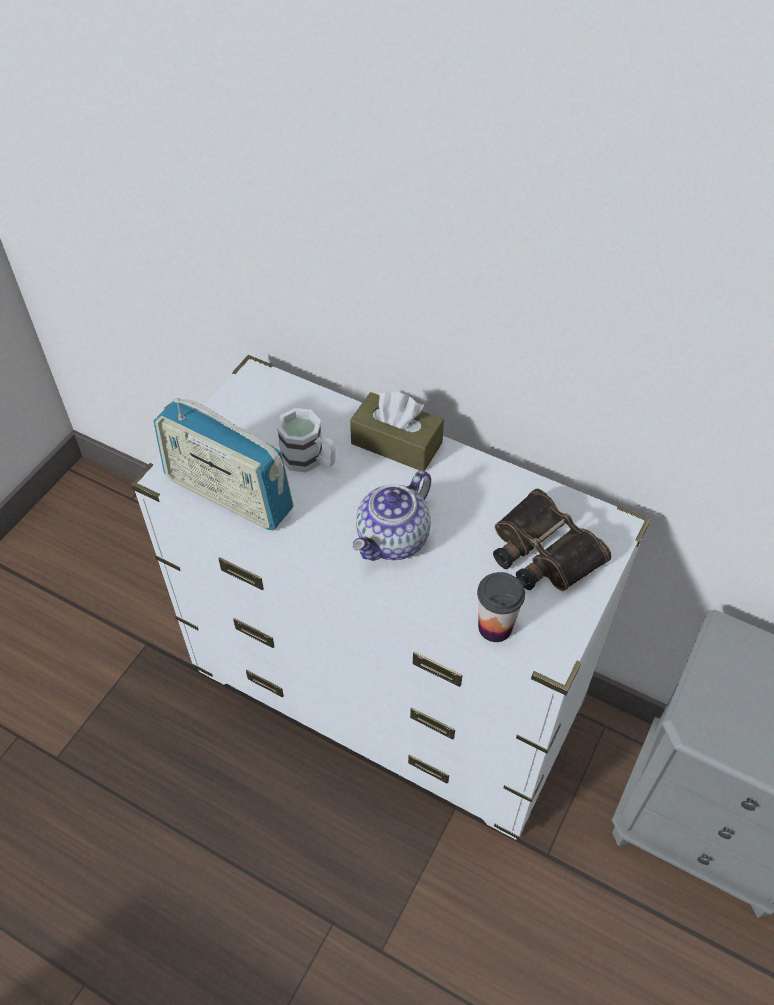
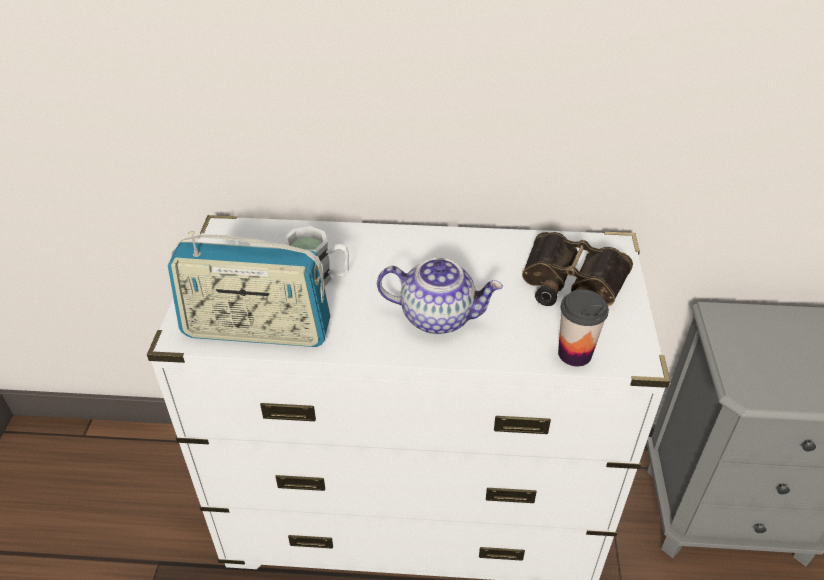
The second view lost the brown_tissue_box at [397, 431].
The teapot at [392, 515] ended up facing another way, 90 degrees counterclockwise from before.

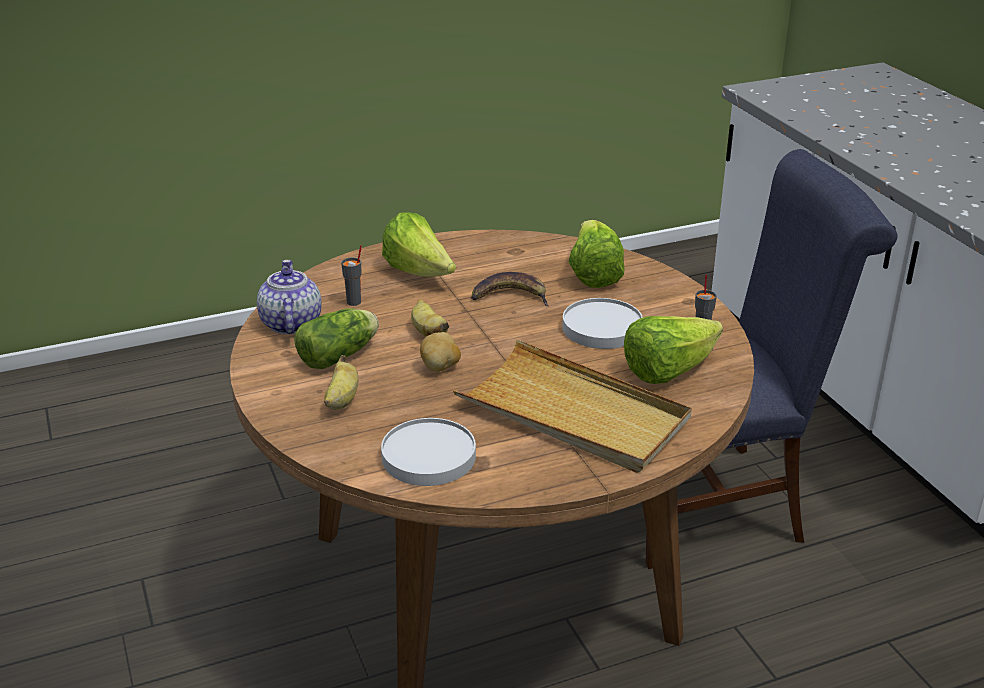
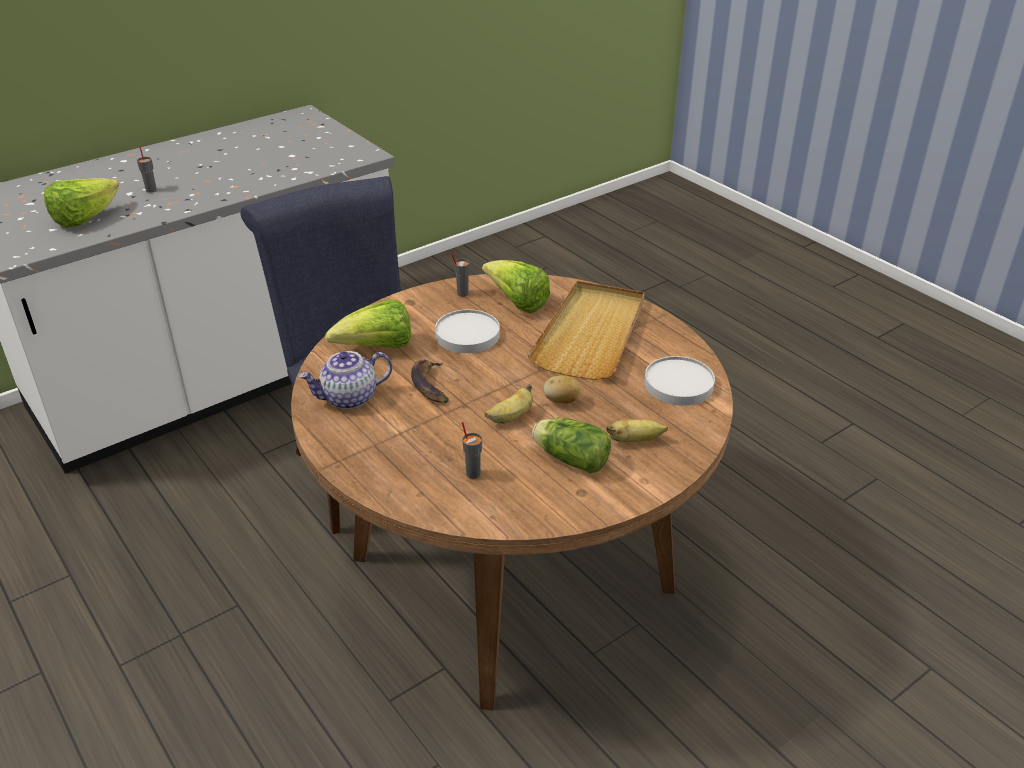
The lettuce ended up elsewhere, having gone from [419, 244] to [81, 203].
The teapot ended up elsewhere, having gone from [289, 297] to [345, 380].
The second view gained the grey_cup at [147, 169].

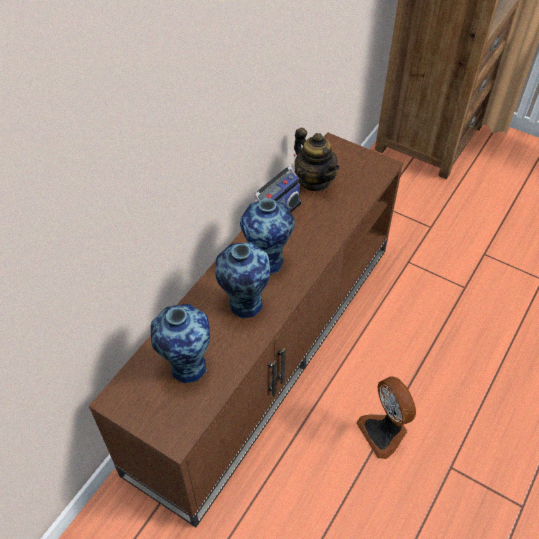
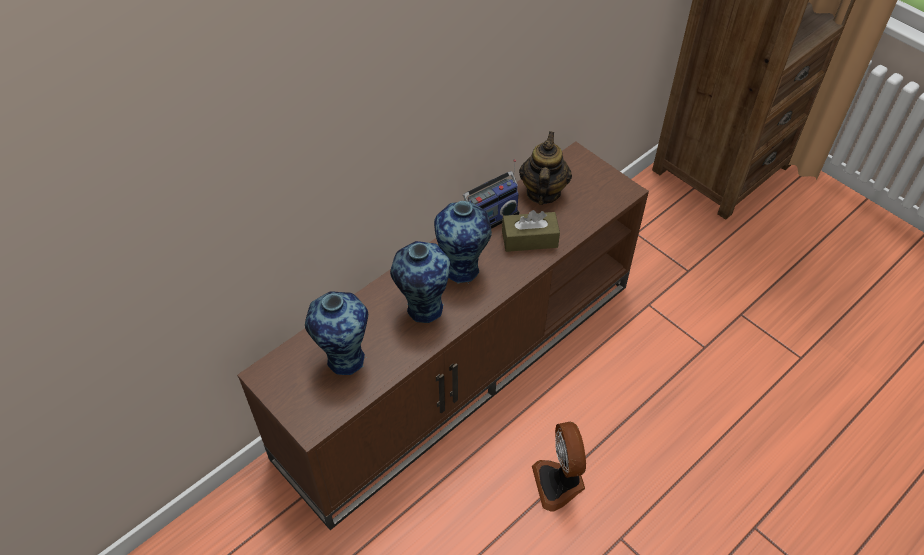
The teapot at [317, 159] ended up facing another way, 150 degrees counterclockwise from before.
The second view gained the brown_tissue_box at [531, 231].

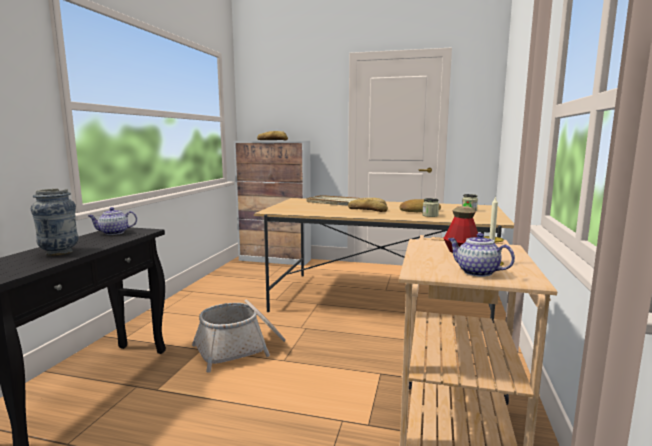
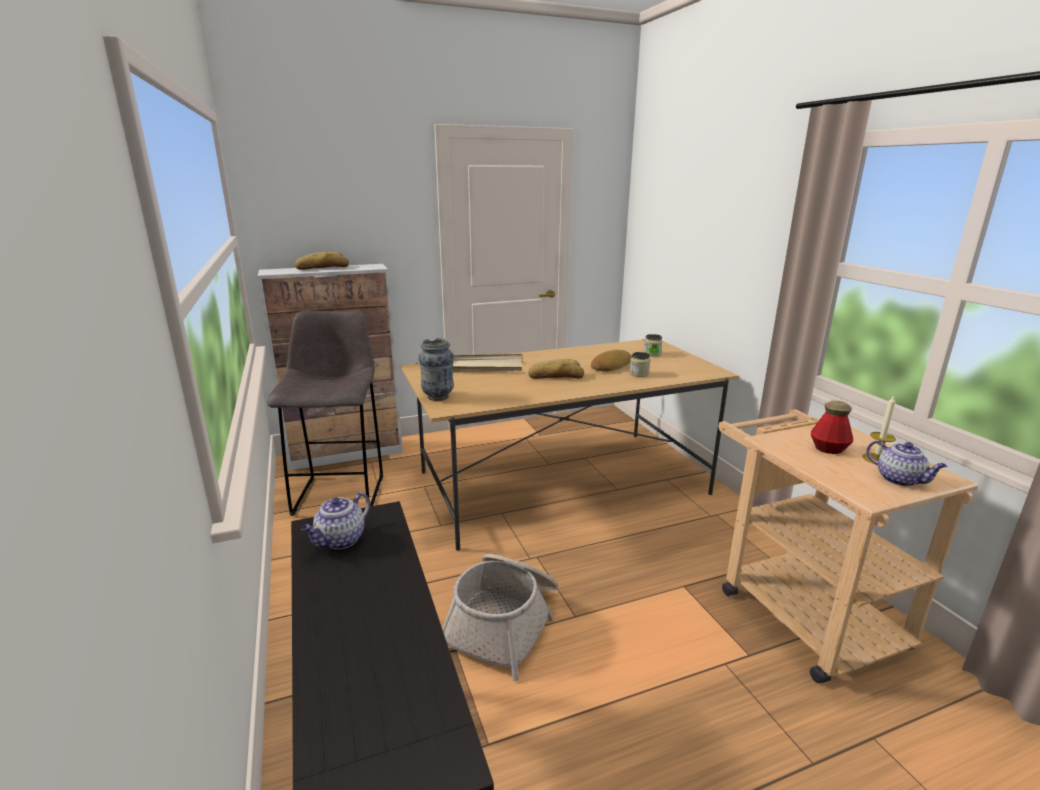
The vase ended up elsewhere, having gone from [54, 222] to [436, 369].
The teapot at [481, 255] ended up facing another way, 135 degrees counterclockwise from before.
The second view gained the grey_stool at [325, 413].

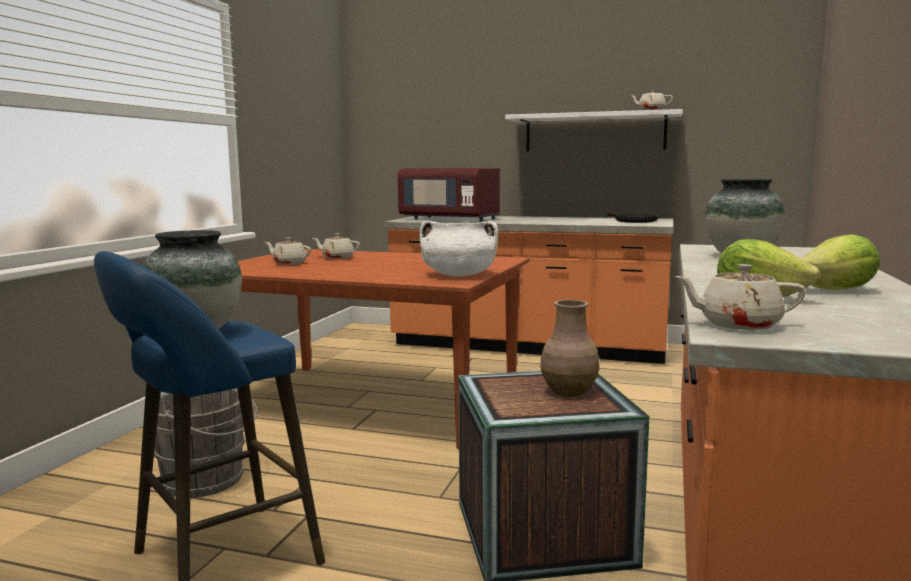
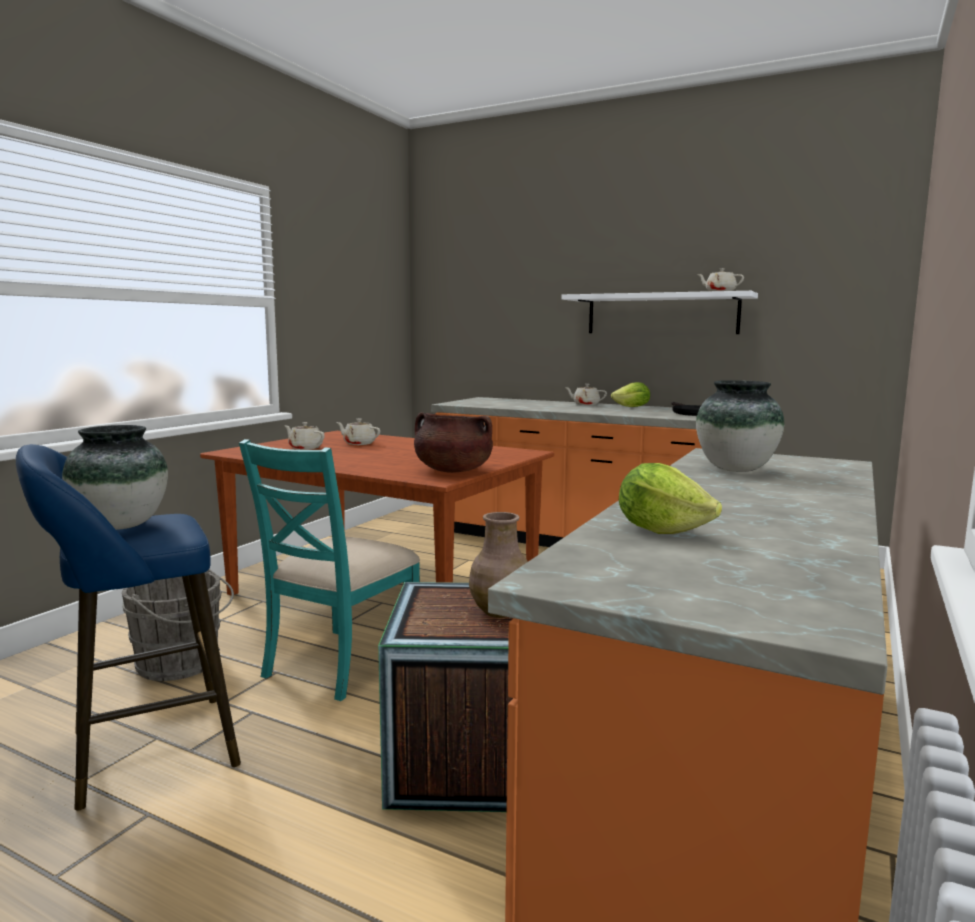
The second view lost the red_microwave at [449, 194].
What was the white_cooking_pot at [458, 248] turned into the brown_cooking_pot at [453, 442].
The lettuce ended up elsewhere, having gone from [840, 262] to [630, 394].
The beige_teapot ended up elsewhere, having gone from [740, 297] to [586, 394].
The second view gained the turquoise_chair at [329, 570].

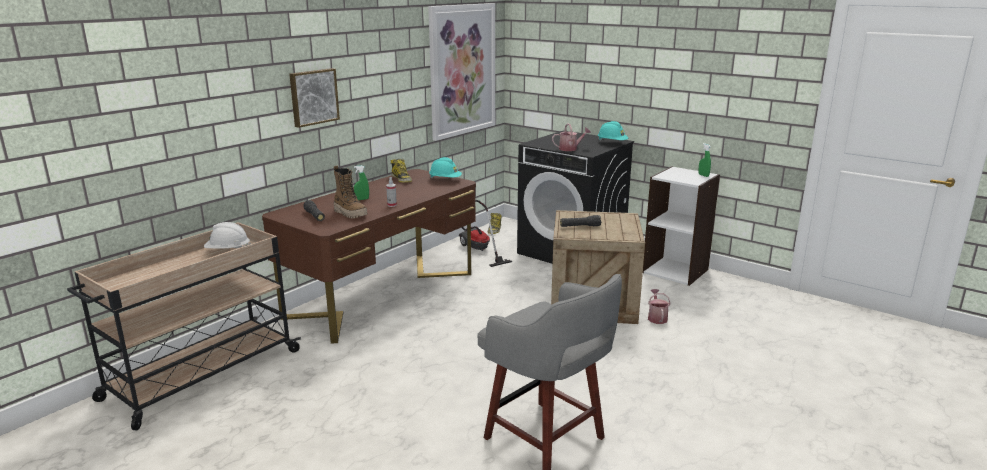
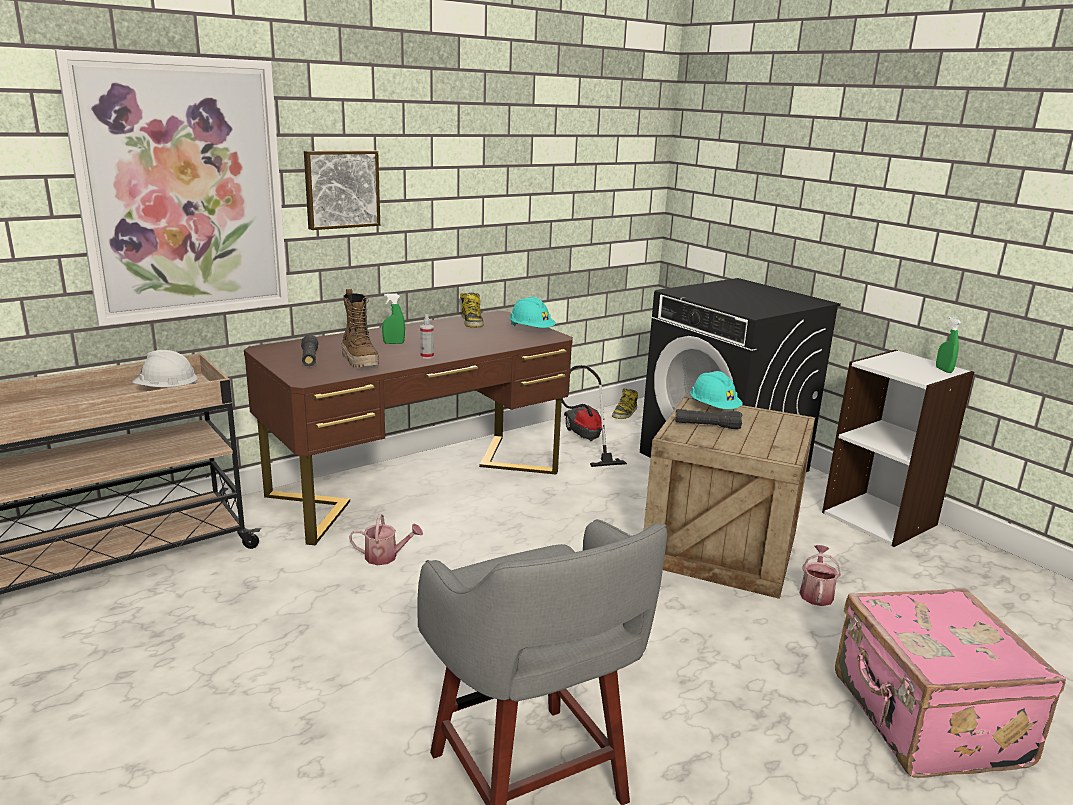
The picture ended up elsewhere, having gone from [461, 72] to [171, 188].
The turquoise_hard_hat ended up elsewhere, having gone from [613, 131] to [716, 390].
The watering_can ended up elsewhere, having gone from [571, 137] to [386, 539].
The second view gained the pink_suitcase at [950, 683].

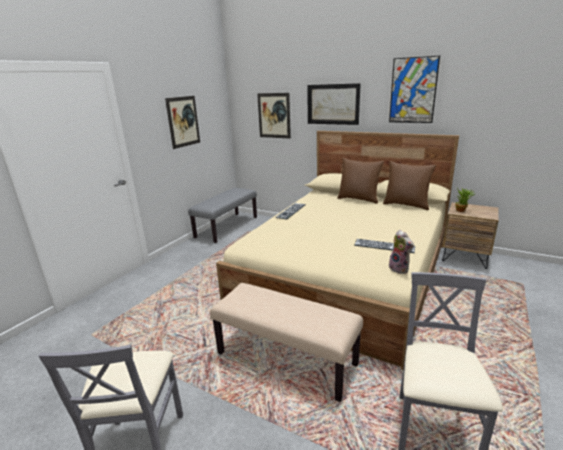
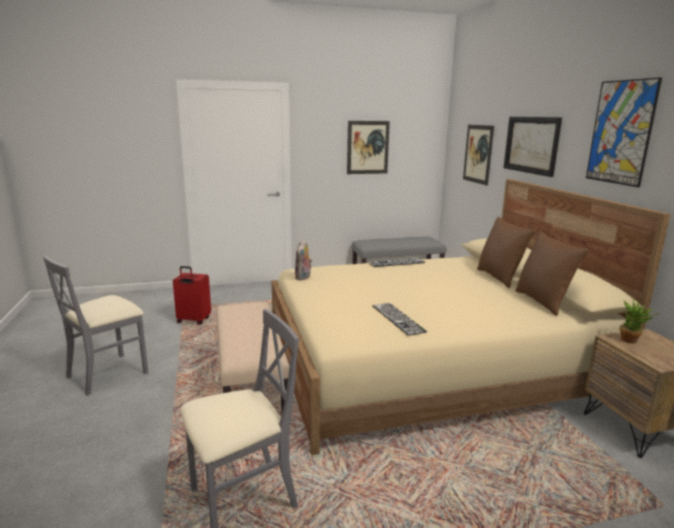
The plush_toy ended up elsewhere, having gone from [400, 252] to [303, 259].
The second view gained the red_suitcase at [192, 295].

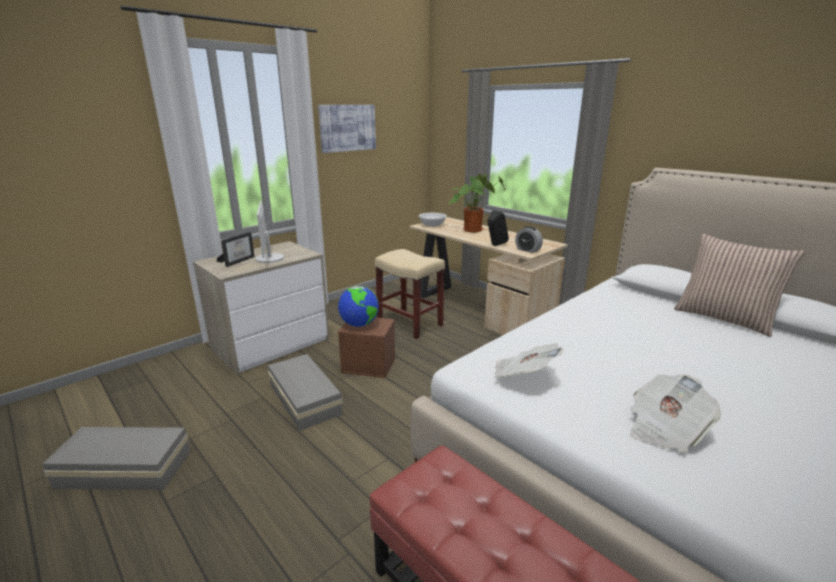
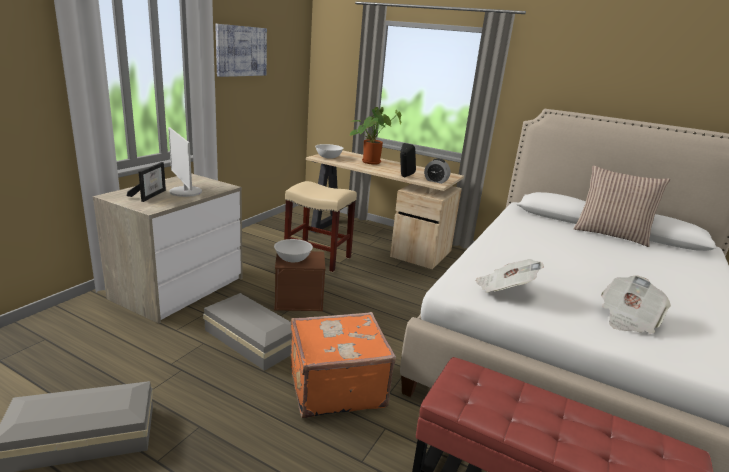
Where the globe stood at [358, 306], the white_bowl came to stand at [293, 250].
The second view gained the orange_suitcase at [343, 365].

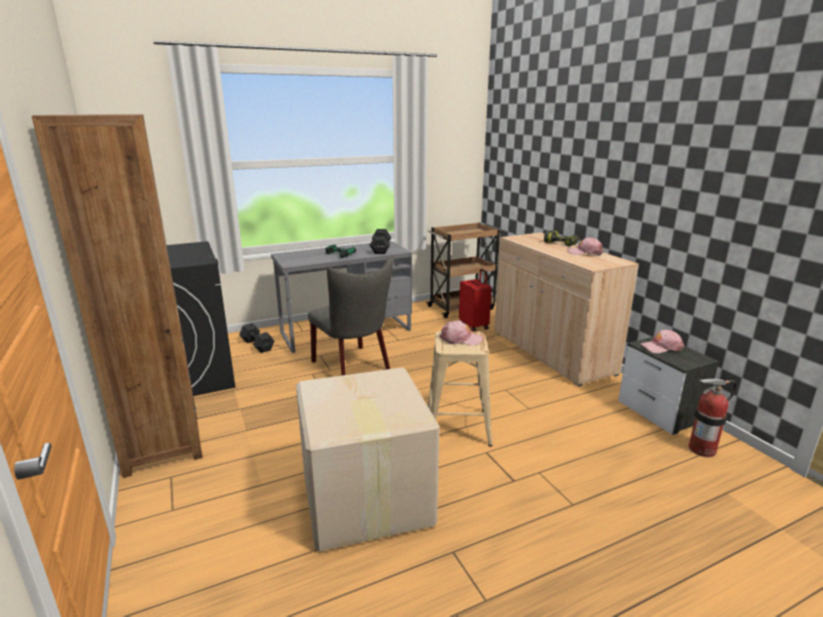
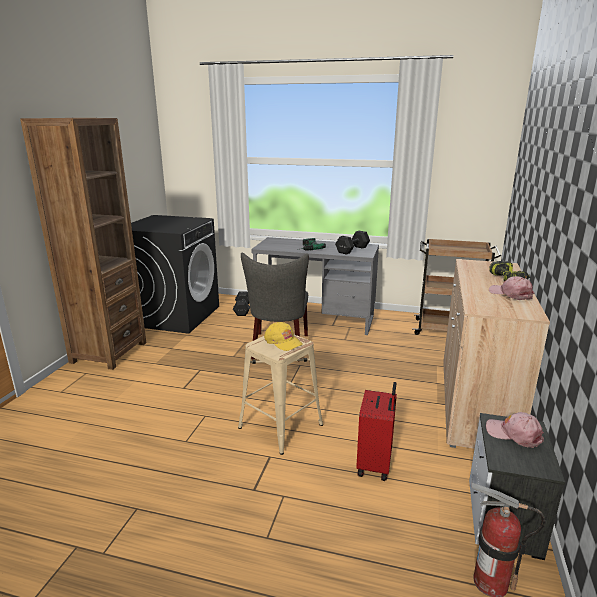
The red_suitcase ended up elsewhere, having gone from [475, 300] to [376, 431].
What was the pink_cap at [461, 333] turned into the yellow_cap at [283, 336].
The second view lost the cardboard_box at [367, 459].

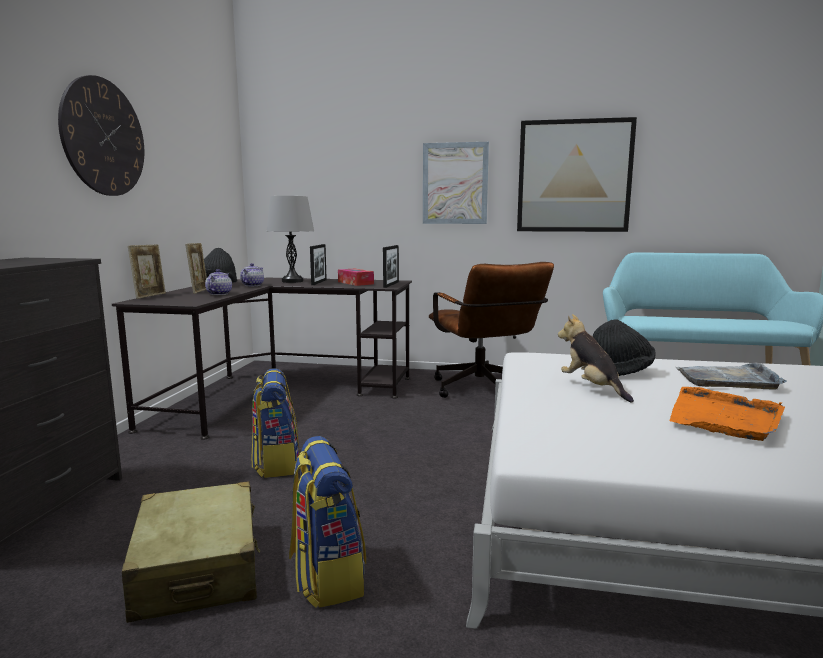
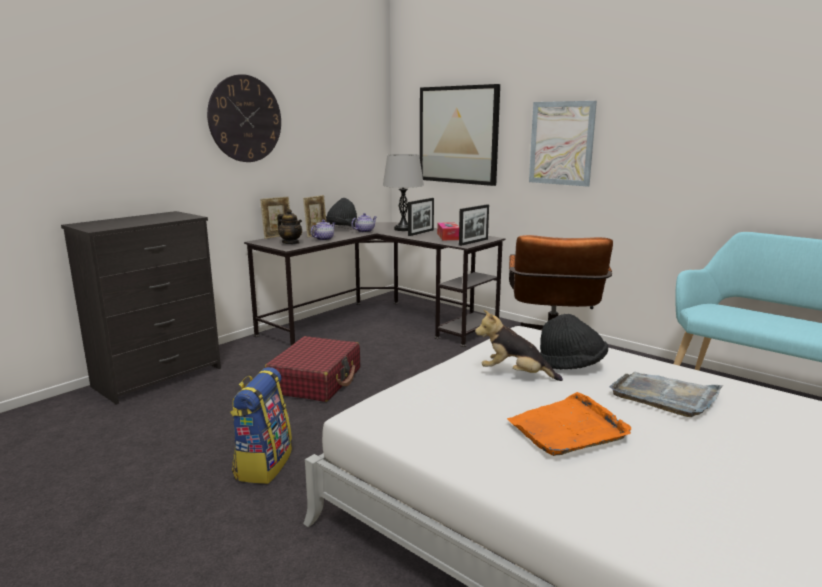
The picture ended up elsewhere, having gone from [577, 174] to [460, 135].
The plush_toy at [596, 358] ended up facing another way, 75 degrees counterclockwise from before.
Where the backpack stood at [275, 423], the red_suitcase came to stand at [312, 369].
The second view lost the beige_suitcase at [191, 552].
The second view gained the teapot at [289, 226].

